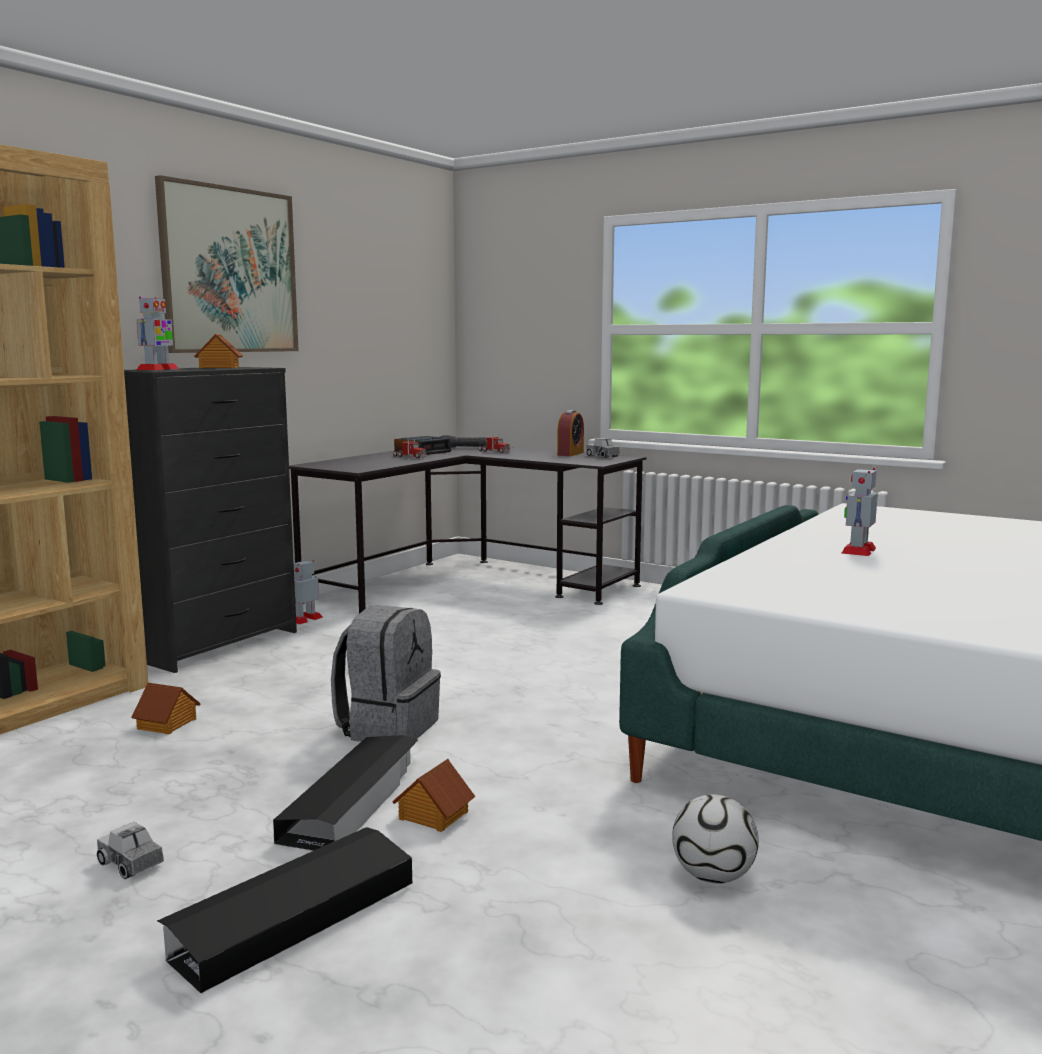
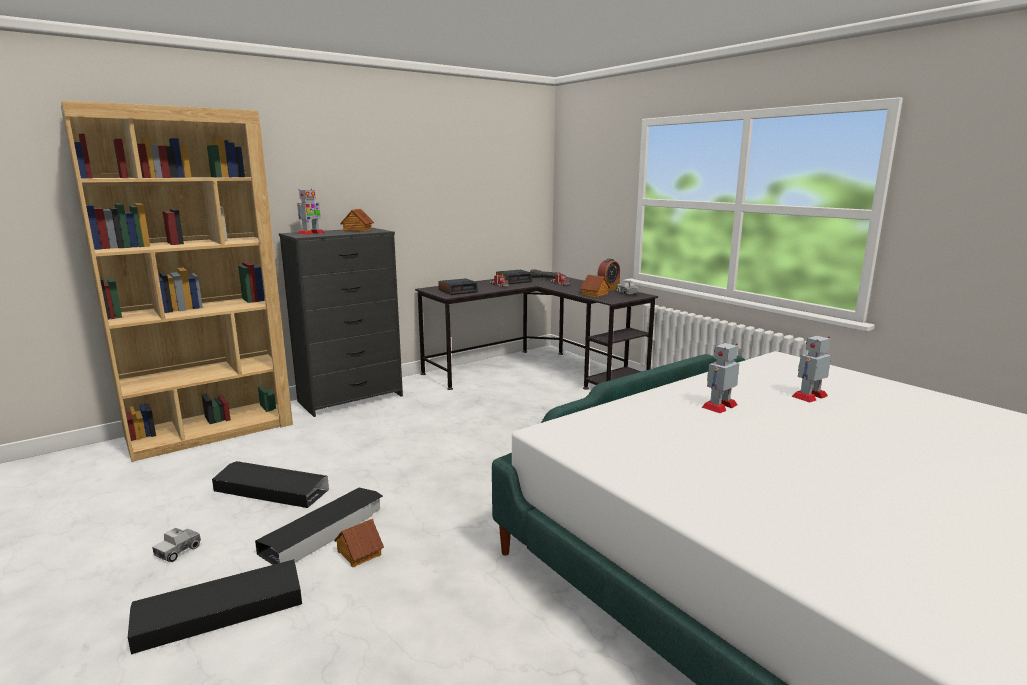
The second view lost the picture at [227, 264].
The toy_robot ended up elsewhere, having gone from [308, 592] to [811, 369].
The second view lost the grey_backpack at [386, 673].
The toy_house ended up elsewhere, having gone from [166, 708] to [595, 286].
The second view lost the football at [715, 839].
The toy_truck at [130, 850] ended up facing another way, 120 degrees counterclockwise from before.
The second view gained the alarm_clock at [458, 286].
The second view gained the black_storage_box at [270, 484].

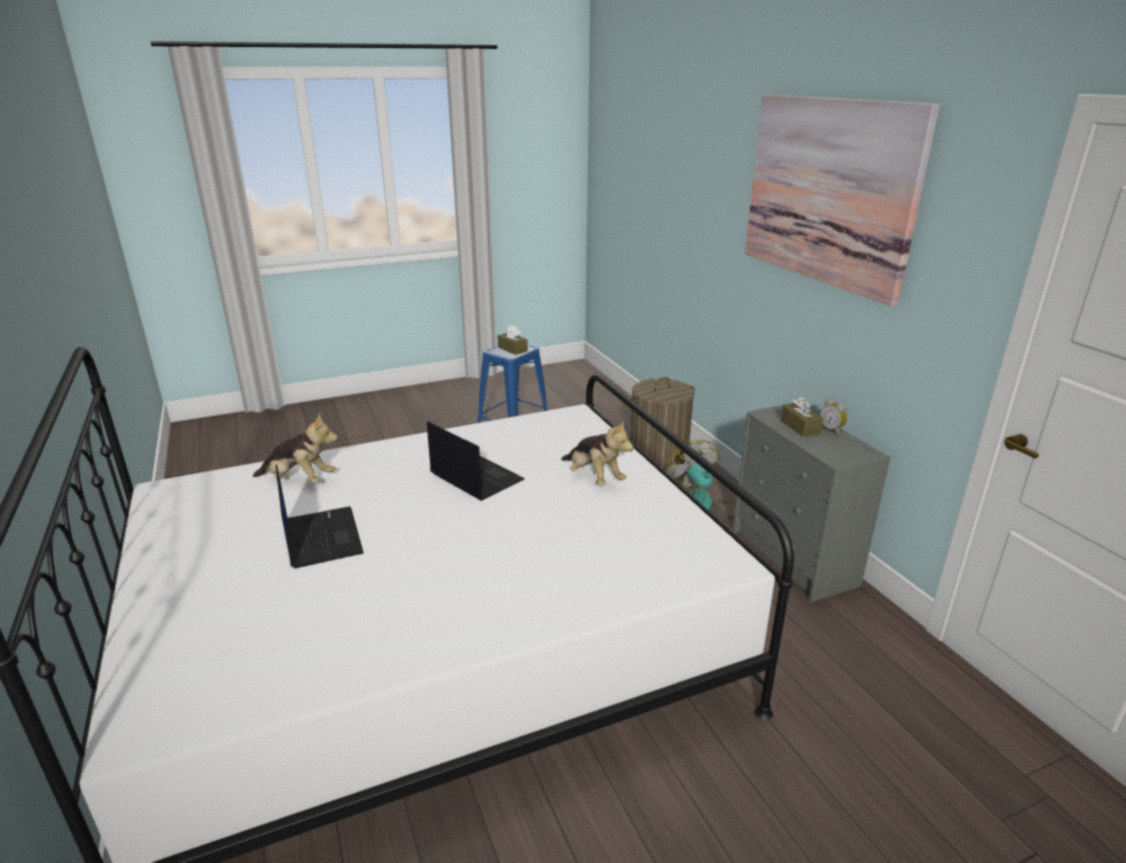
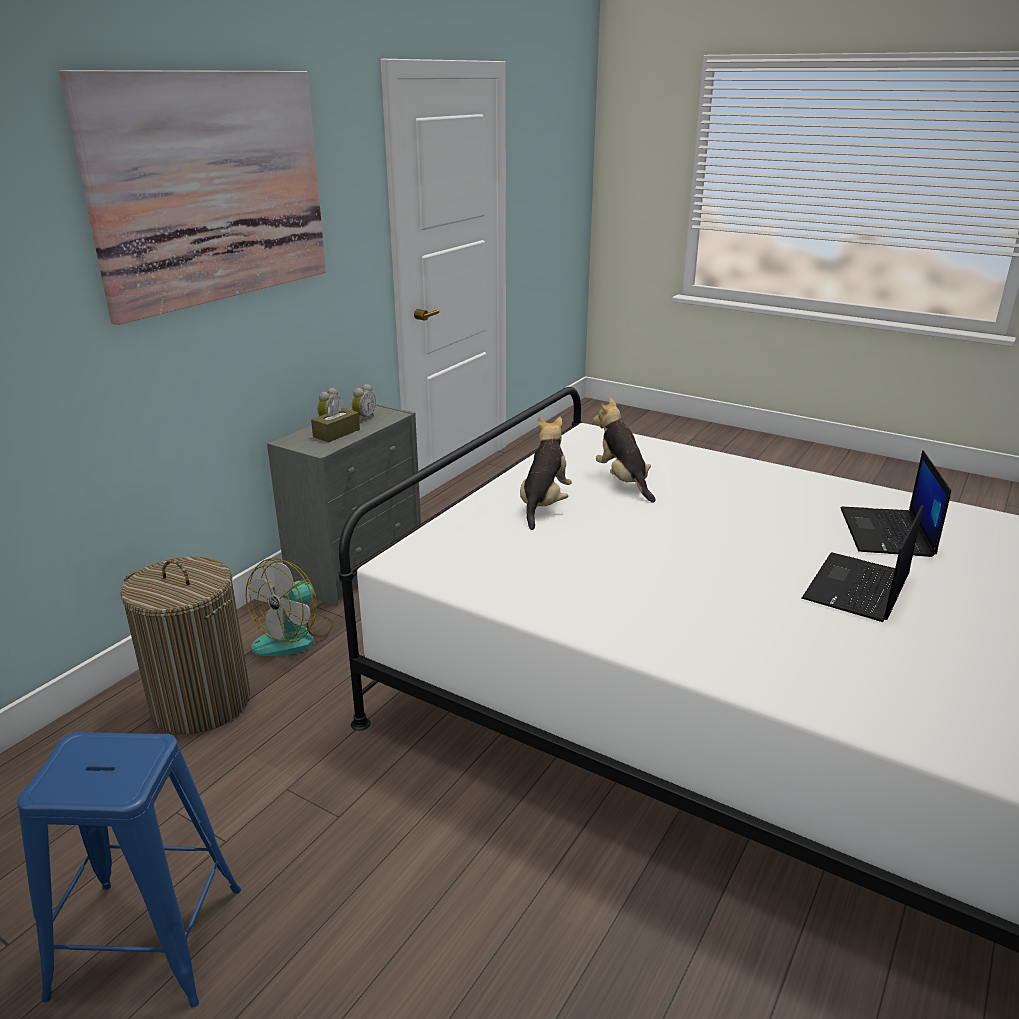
The second view lost the brown_tissue_box at [512, 340].
The plush_toy ended up elsewhere, having gone from [295, 448] to [624, 450].
The laptop ended up elsewhere, having gone from [476, 461] to [896, 503].
The second view gained the alarm_clock at [364, 403].

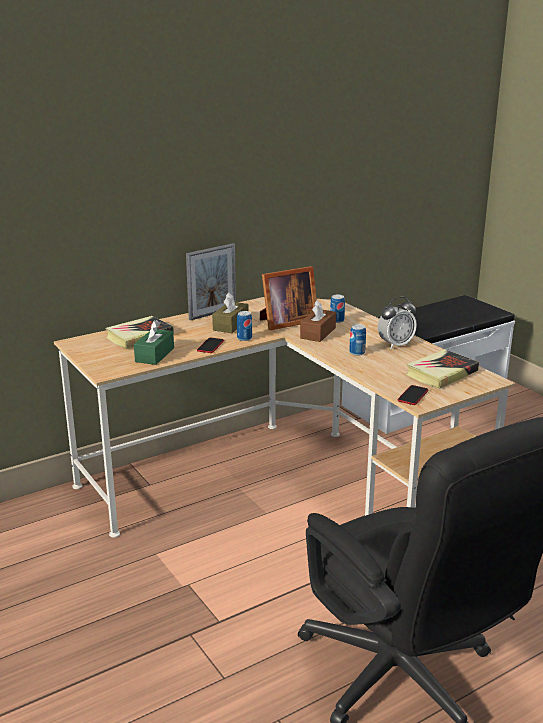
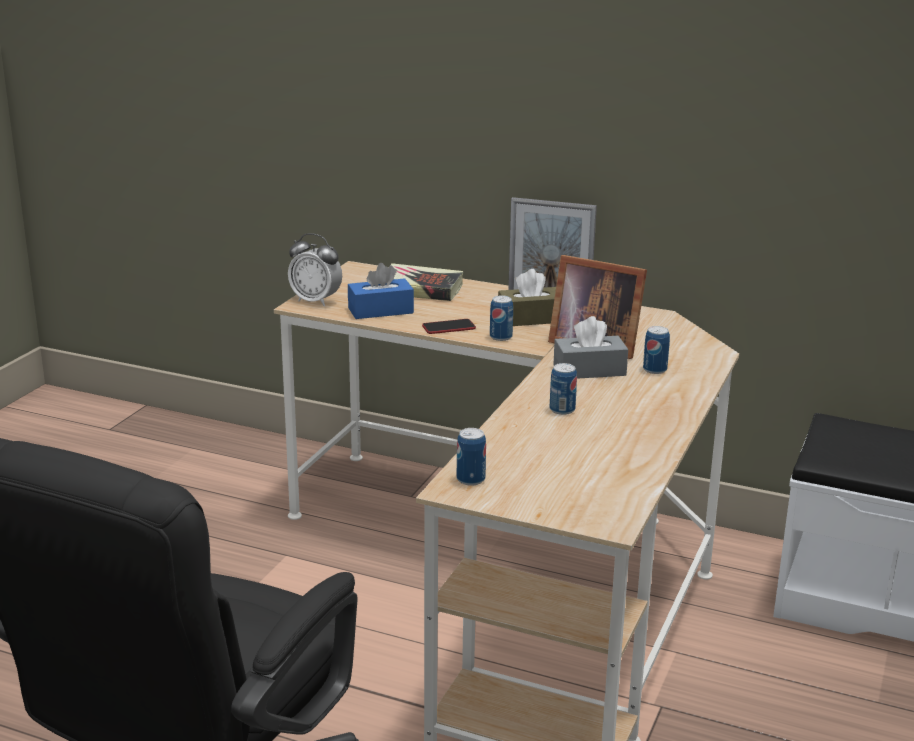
The alarm_clock ended up elsewhere, having gone from [397, 323] to [315, 269].
What was the brown_tissue_box at [318, 321] turned into the grey_tissue_box at [590, 347].
What was the green_tissue_box at [154, 342] turned into the blue_tissue_box at [381, 291].
The second view lost the book at [442, 369].
Where the phone stood at [413, 395], the can came to stand at [471, 457].

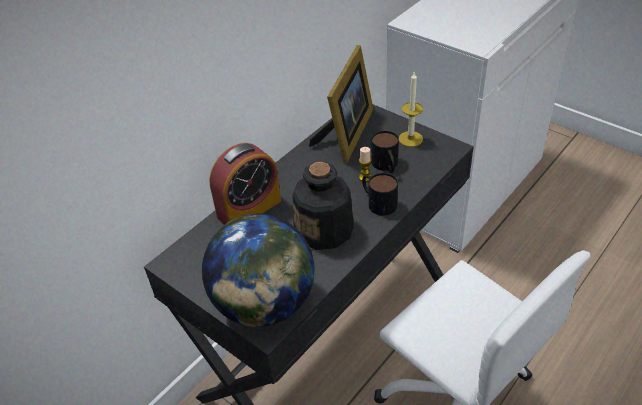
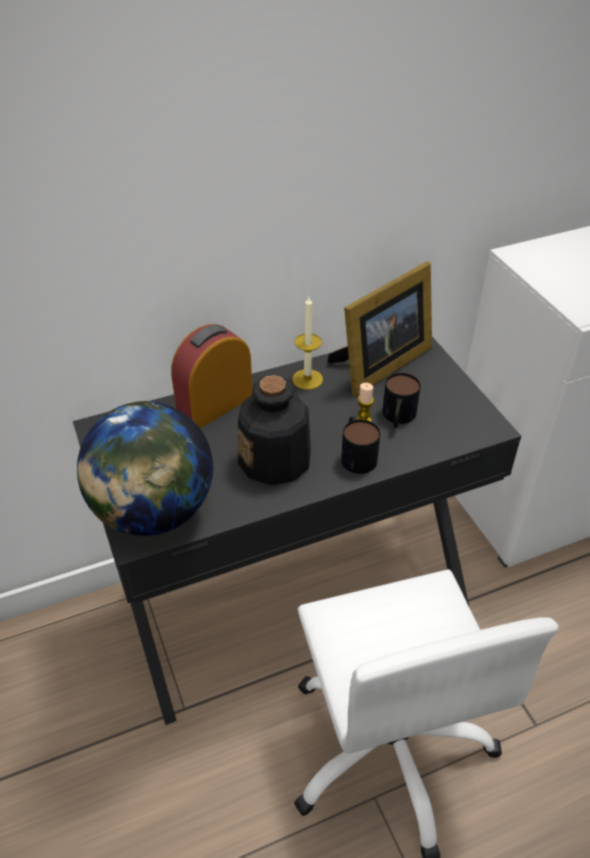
The candle ended up elsewhere, having gone from [411, 109] to [307, 343].
The alarm_clock at [245, 184] ended up facing another way, 150 degrees clockwise from before.

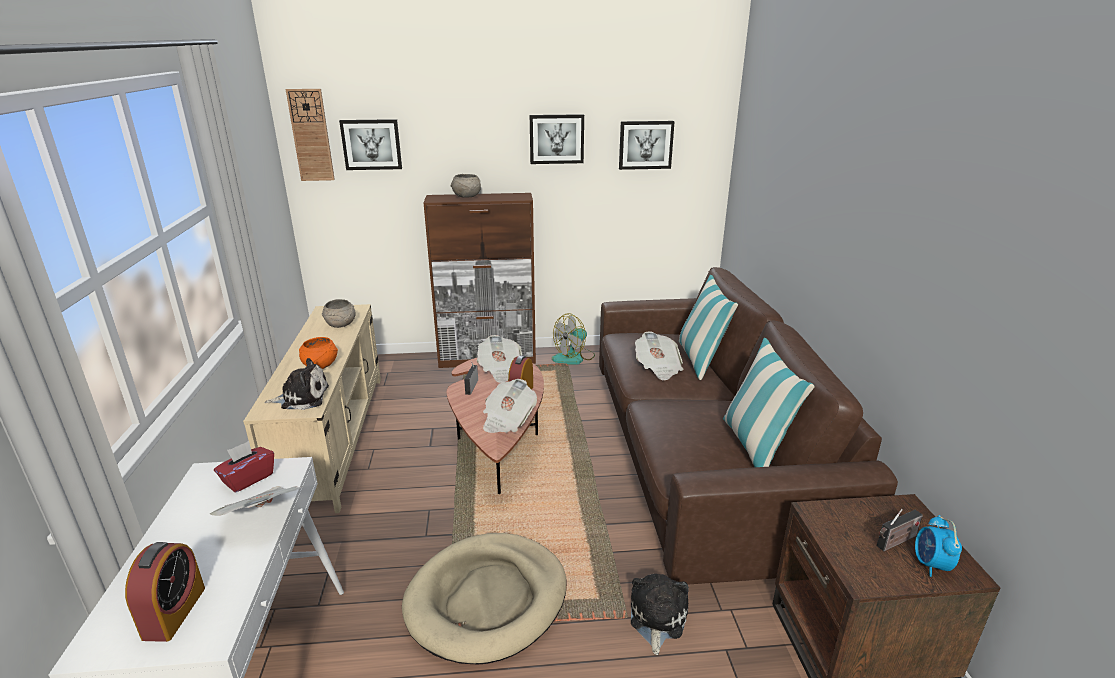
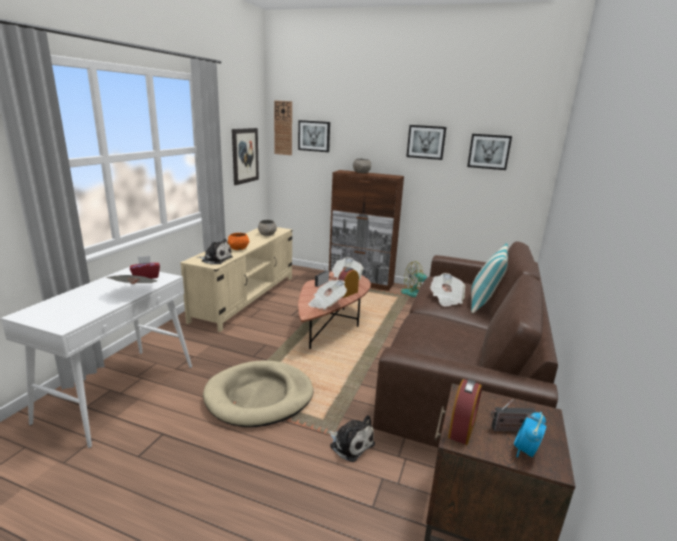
The second view lost the pillow at [769, 402].
The alarm_clock ended up elsewhere, having gone from [165, 592] to [465, 412].
The plush_toy at [660, 614] ended up facing another way, 90 degrees clockwise from before.
The second view gained the picture at [245, 156].

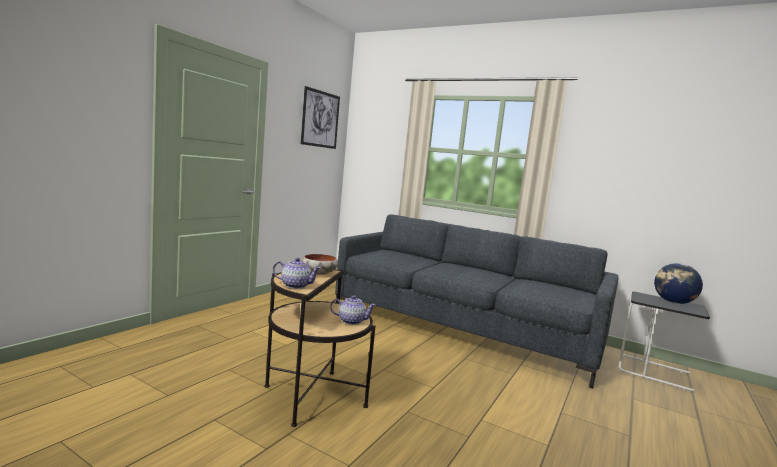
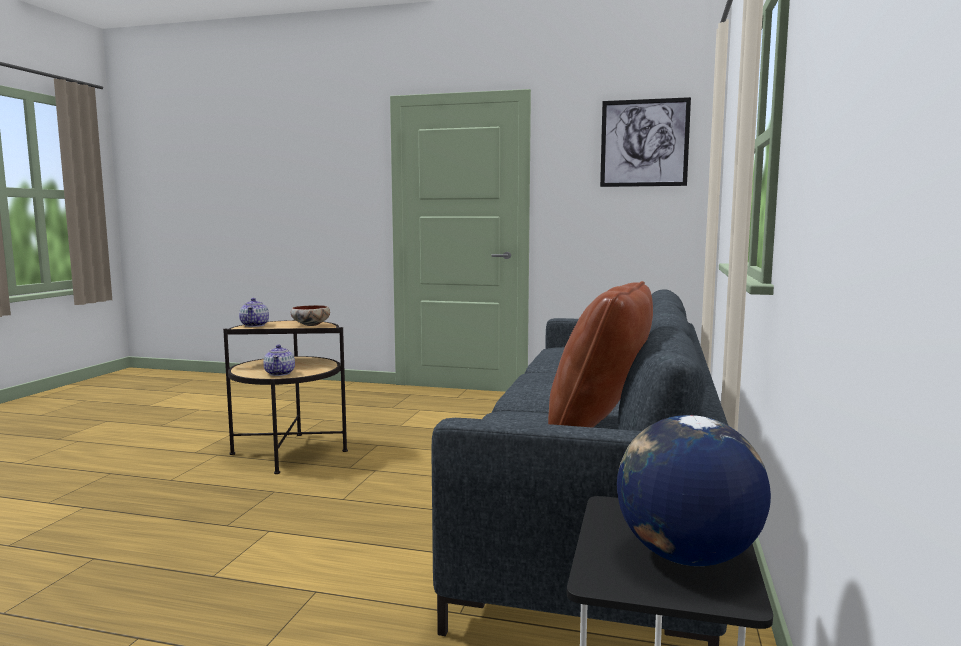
The second view gained the brown_pillow at [600, 354].

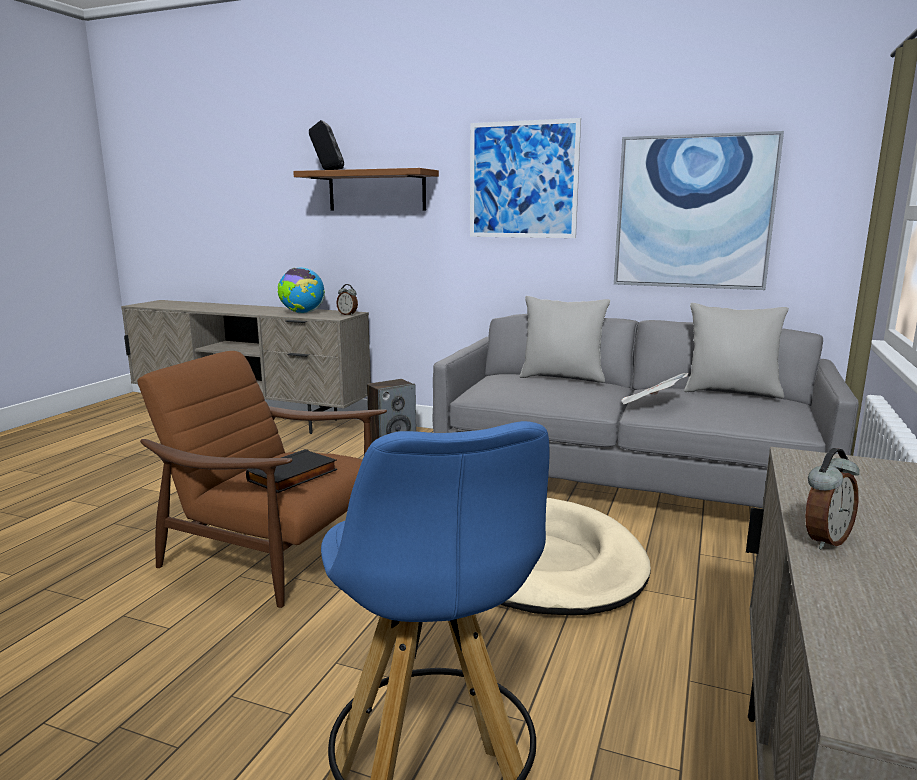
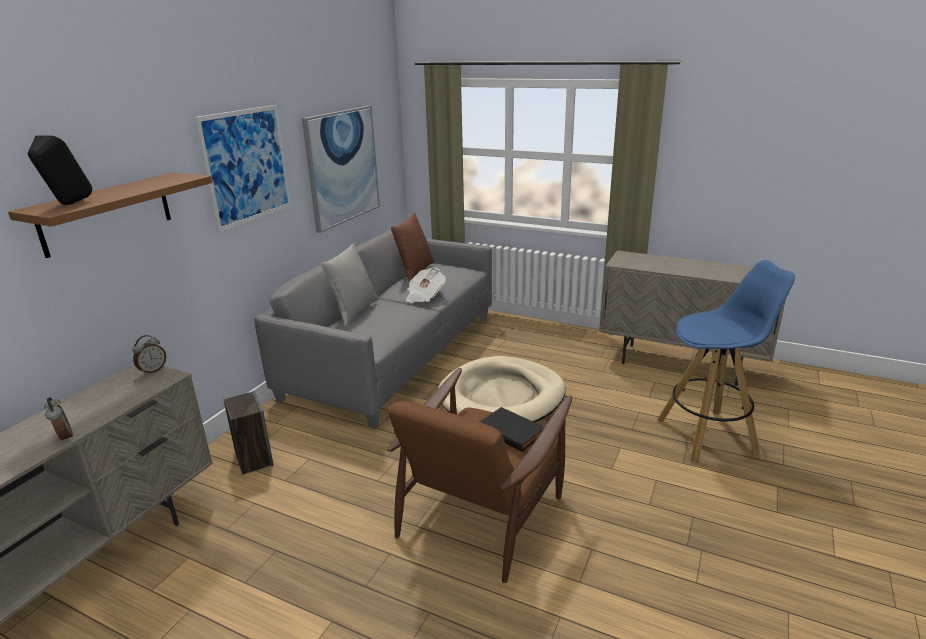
The second view lost the globe at [301, 291].
What was the grey_pillow at [736, 350] turned into the brown_pillow at [412, 247].
The alarm_clock ended up elsewhere, having gone from [832, 499] to [58, 419].

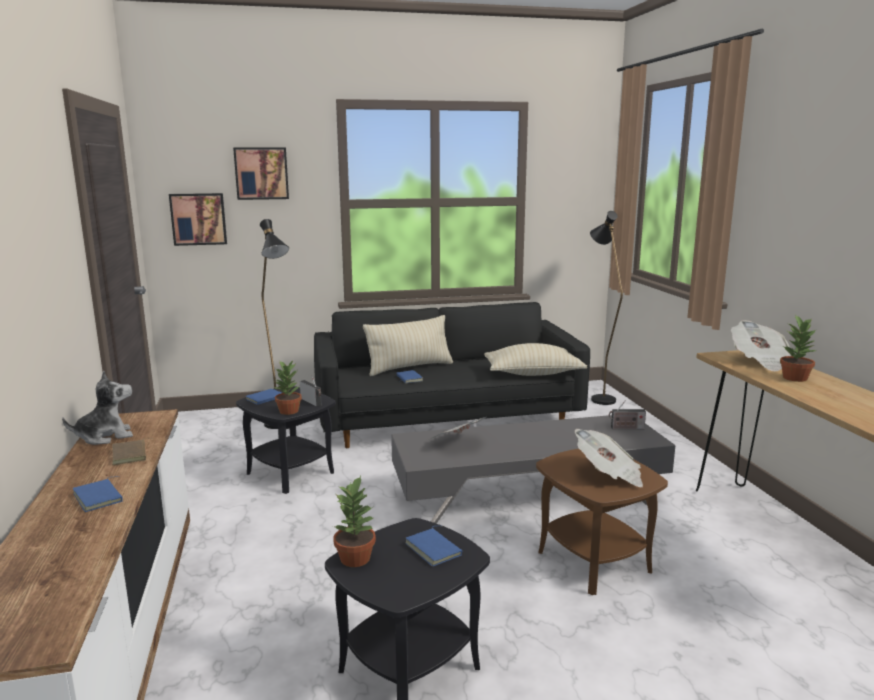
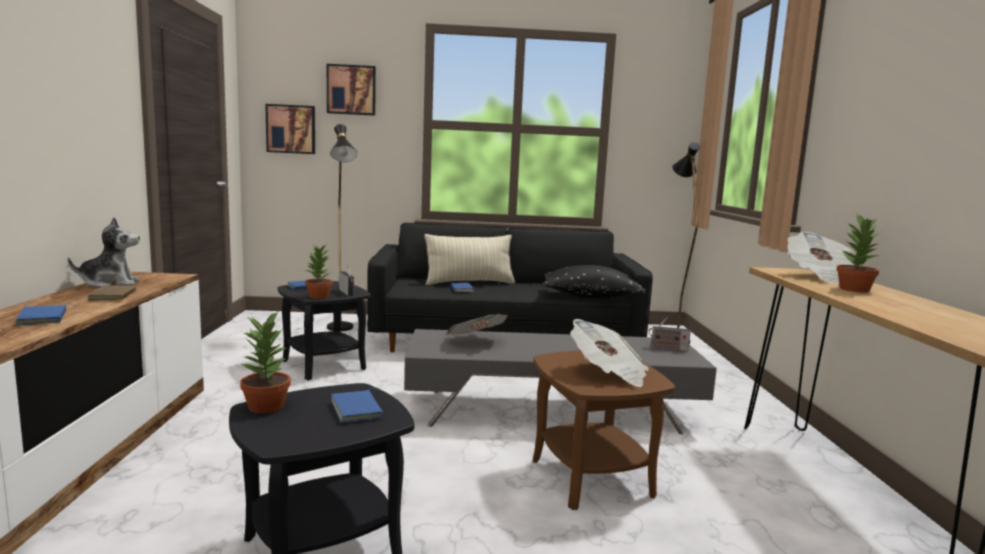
What was the beige_pillow at [535, 359] turned into the black_pillow at [593, 282].

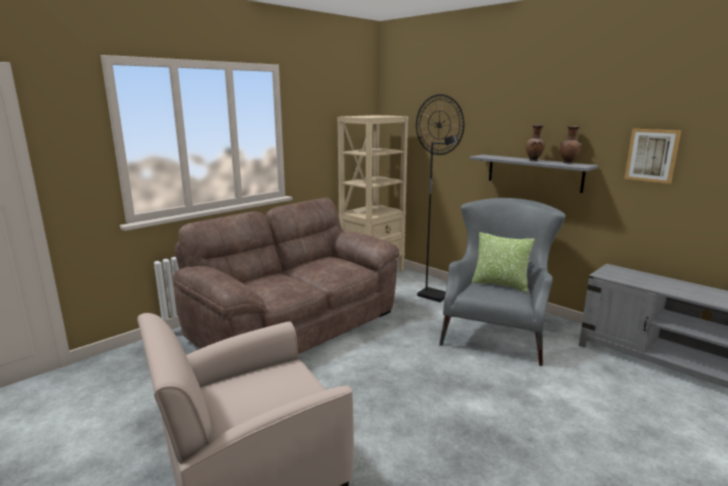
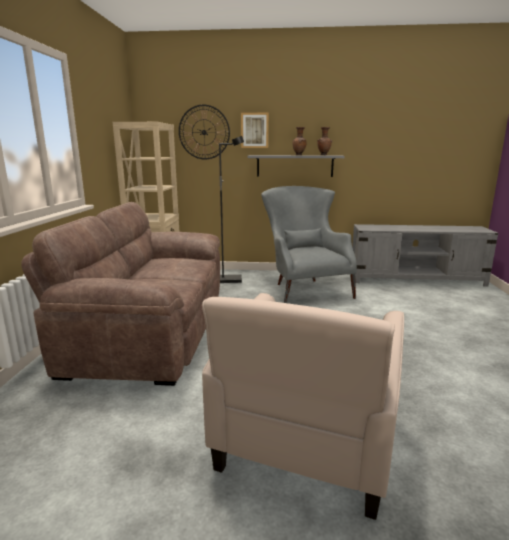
The picture ended up elsewhere, having gone from [652, 156] to [255, 130].
The second view lost the pillow at [503, 262].

